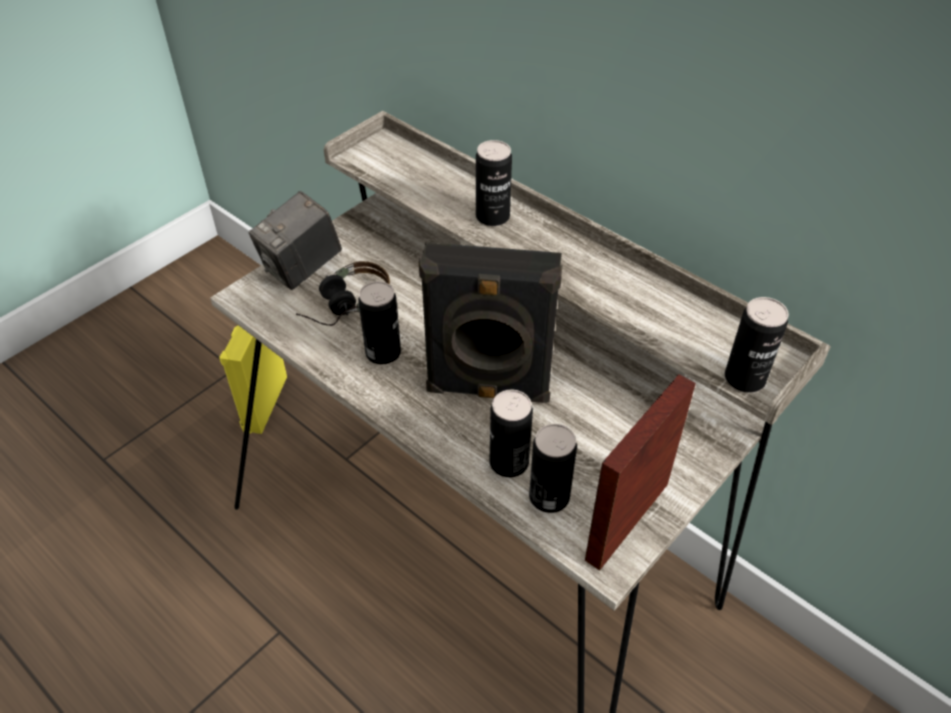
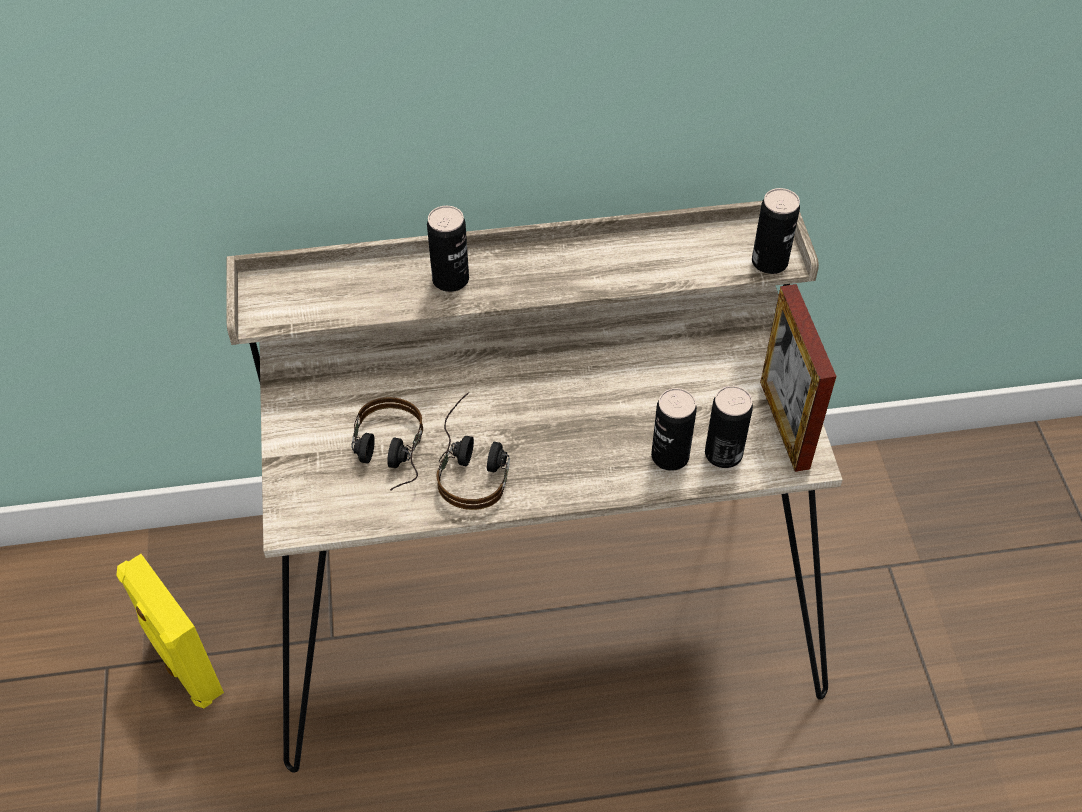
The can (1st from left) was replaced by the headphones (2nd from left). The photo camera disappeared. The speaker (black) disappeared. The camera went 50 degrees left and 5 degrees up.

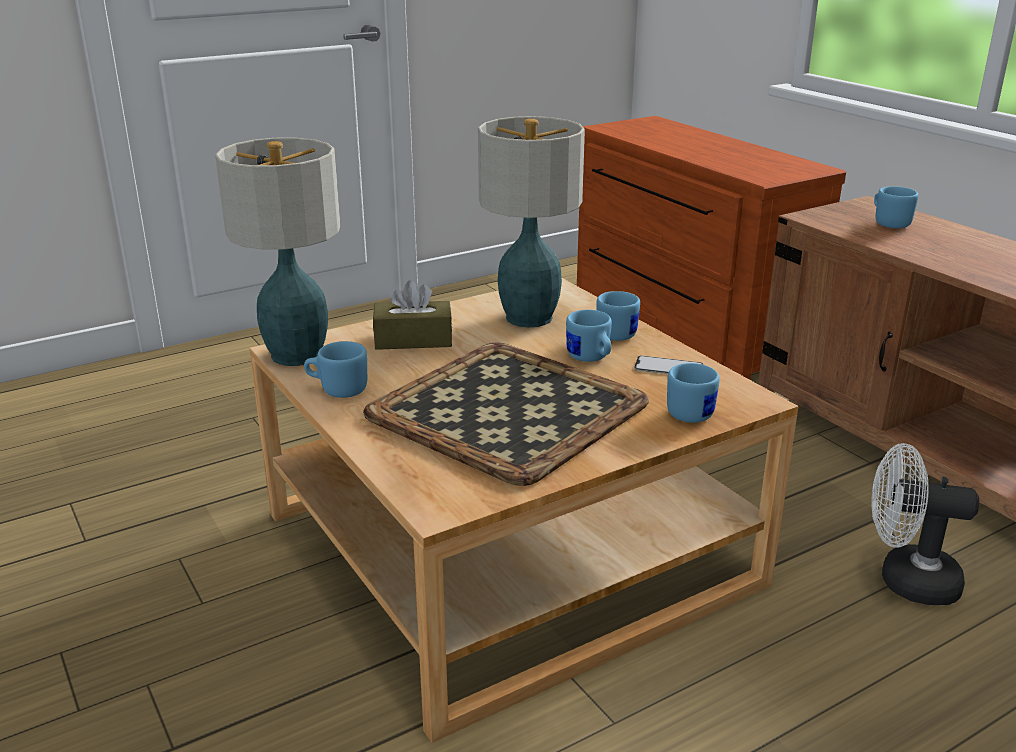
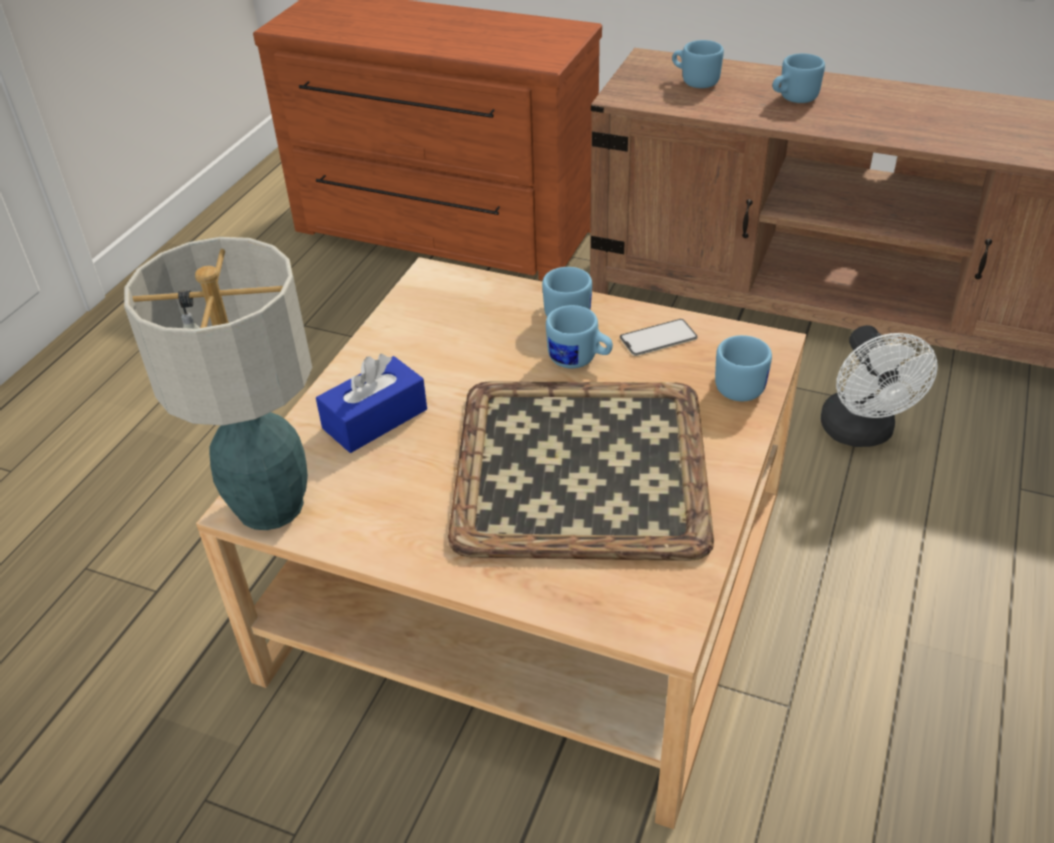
The tissue box (brown) became the tissue box (blue). The mug (blue) (1st from left in the first image) moved. The fan (white) turned 75 degrees counterclockwise. The table lamp (2nd from left) disappeared. The camera went 35 degrees left and 15 degrees up.

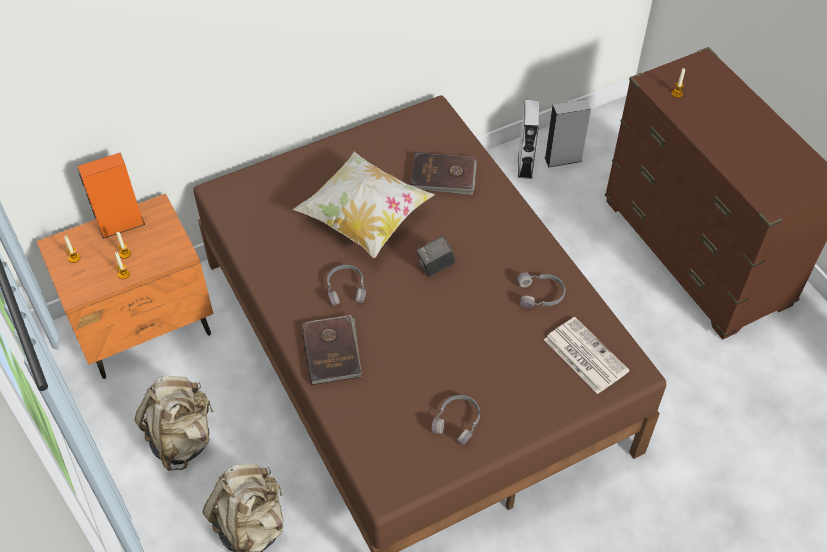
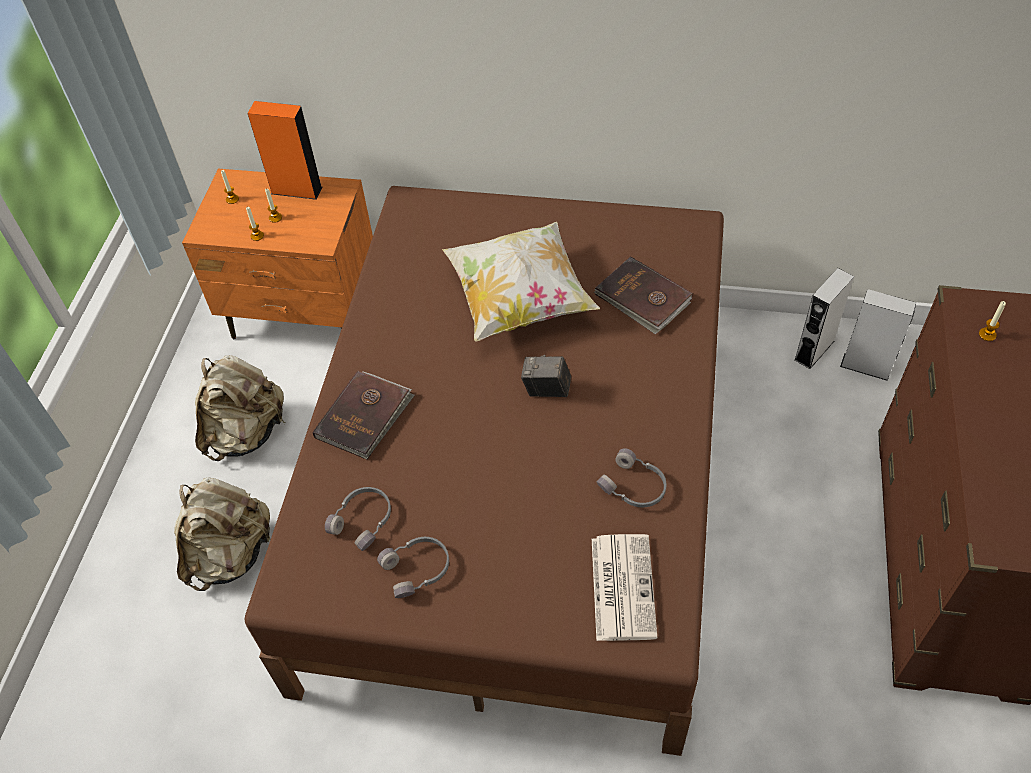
The headphones (grey) (1st from left) moved. The camera went 40 degrees right and 0 degrees up.

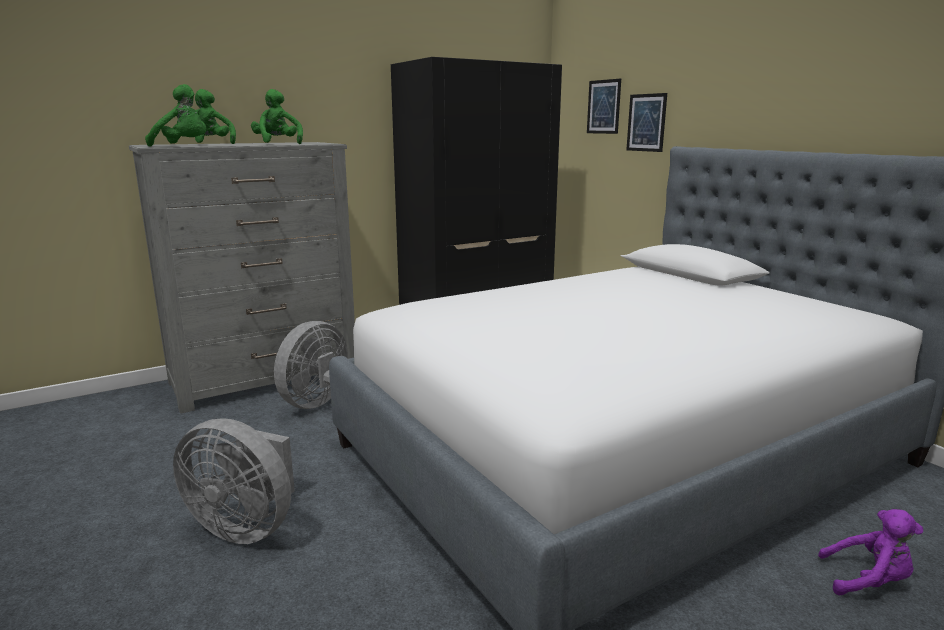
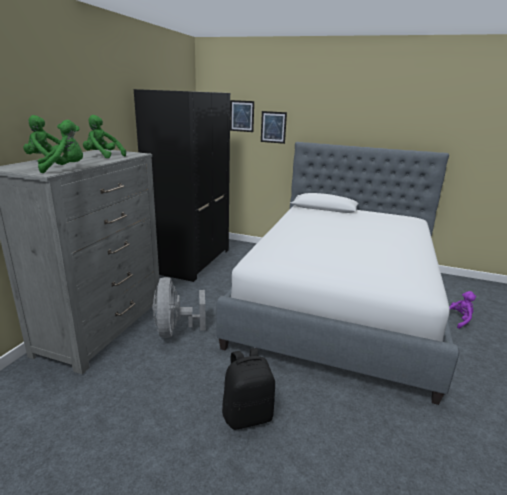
The fan (grey) (1st from left) was replaced by the backpack (black). The camera went 40 degrees left and 5 degrees up.

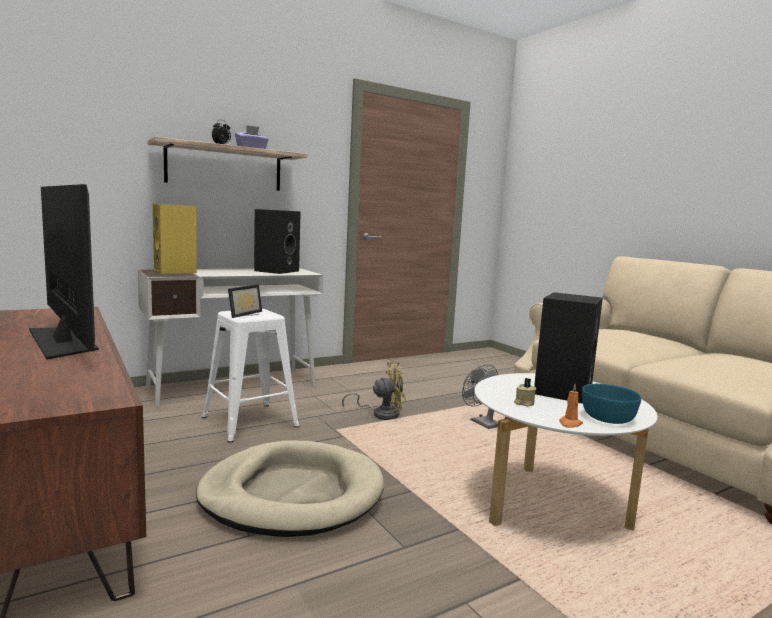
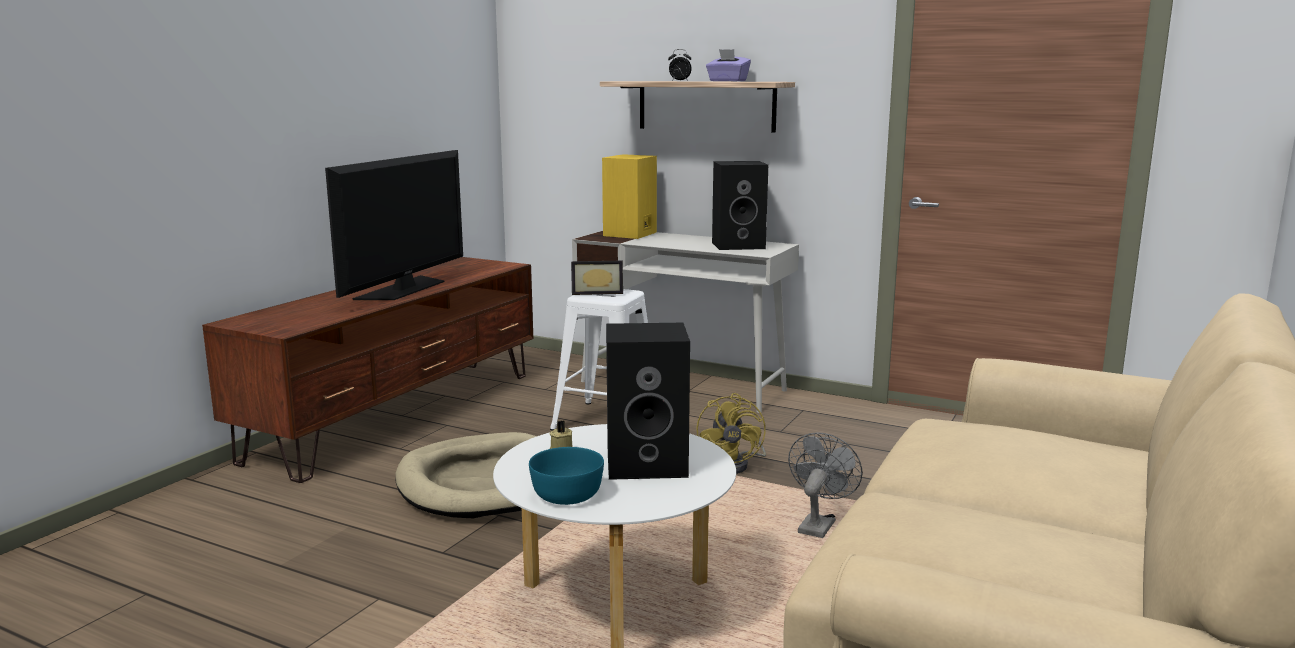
The fan (yellow) turned 45 degrees clockwise. The candle (orange) disappeared. The camera went 60 degrees right and 5 degrees up.

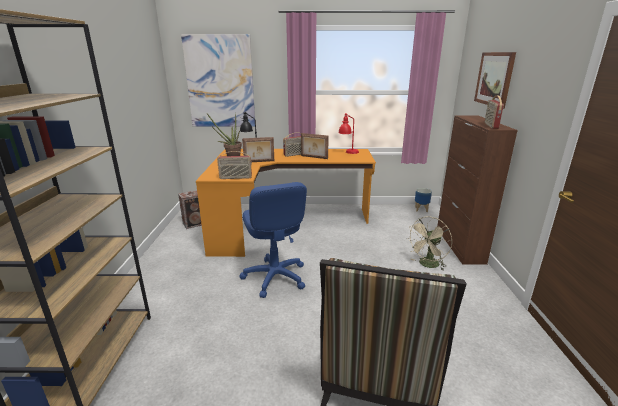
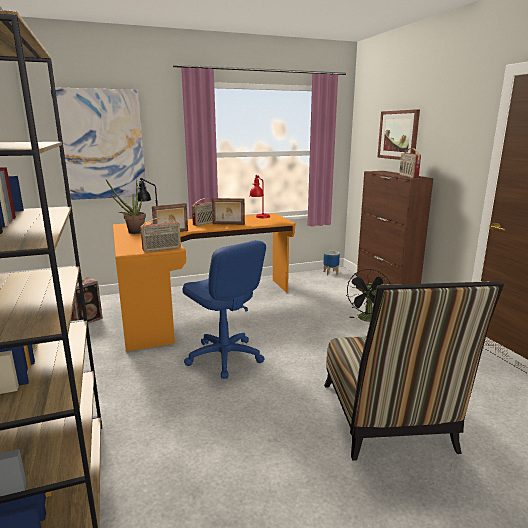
The fan (beige) became the fan (black). The camera went 20 degrees left and 5 degrees down.

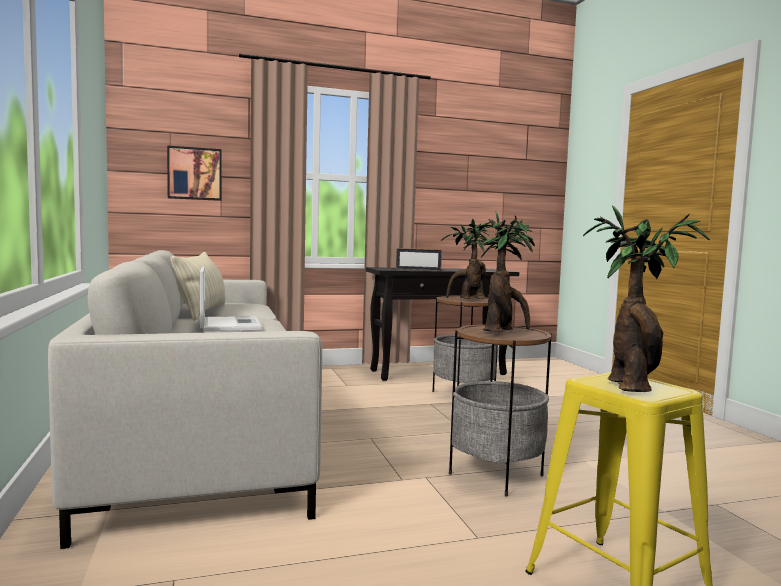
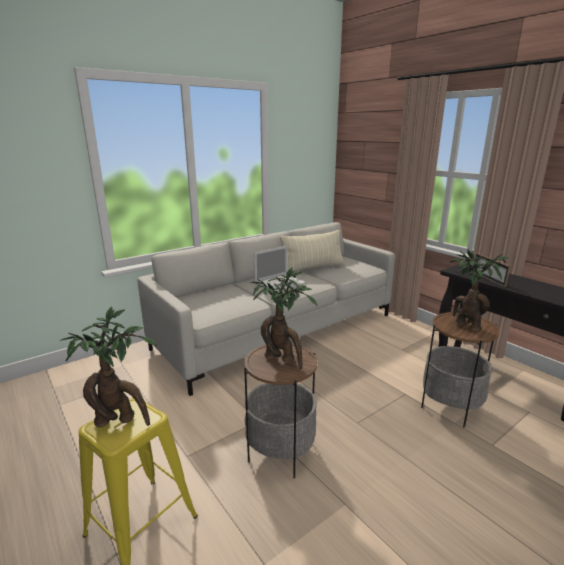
The picture disappeared. The camera went 70 degrees right and 15 degrees up.

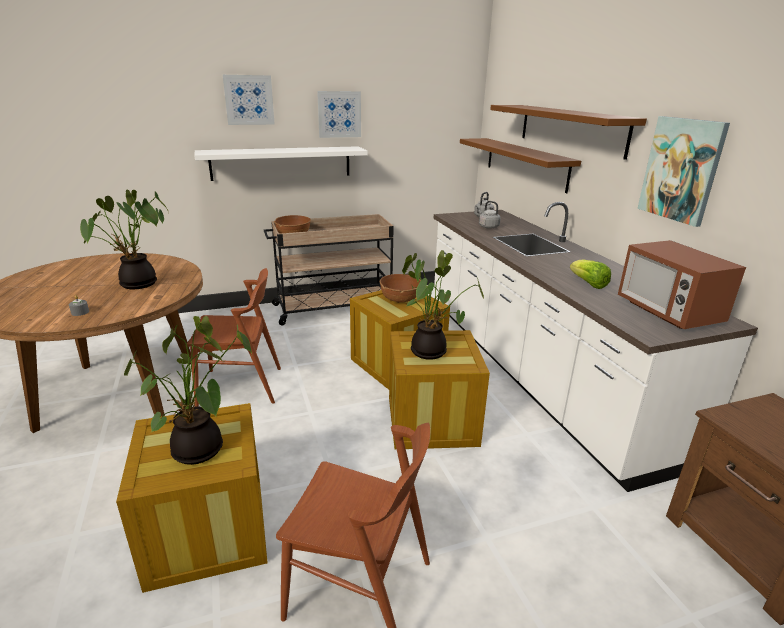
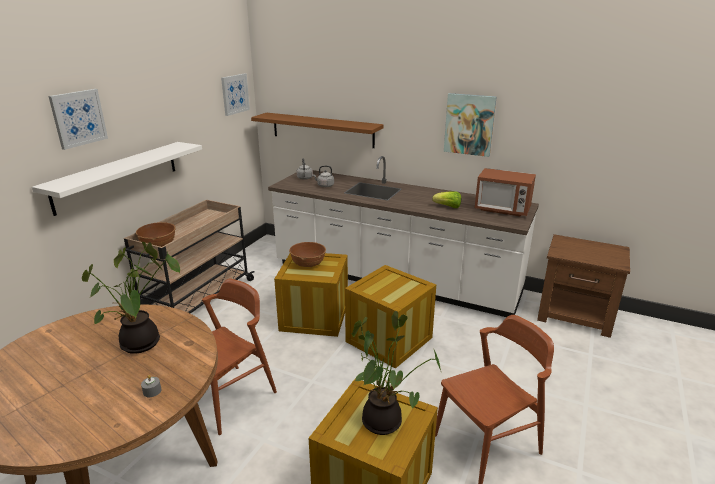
The picture (2nd from left) moved. The potted plant (3rd from left) disappeared. The shelf (brown) (2nd from left) disappeared. The camera went 45 degrees left and 0 degrees up.

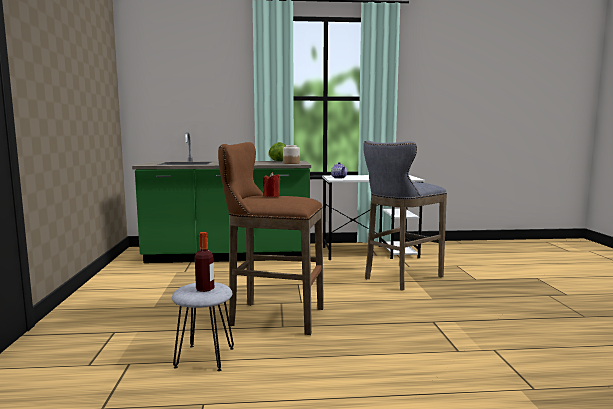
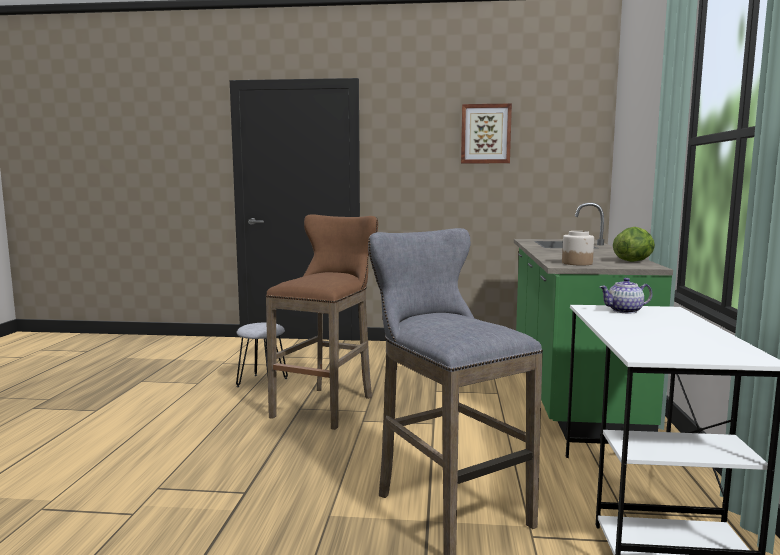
The picture appeared. The bottle disappeared. The candle (red) disappeared. The camera went 100 degrees right and 0 degrees up.

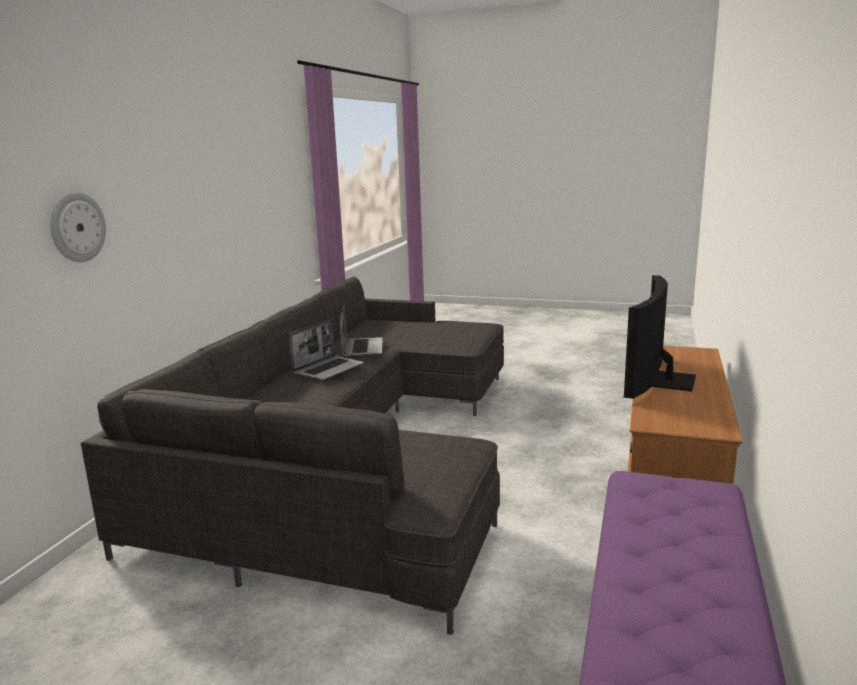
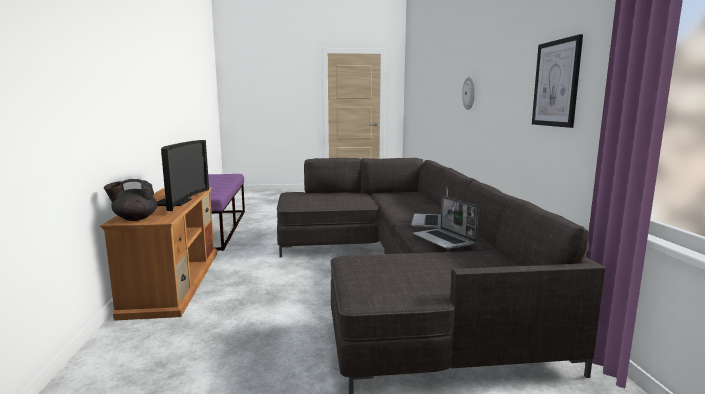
The teapot (black) appeared. The picture appeared. The camera went 155 degrees right and 5 degrees down.

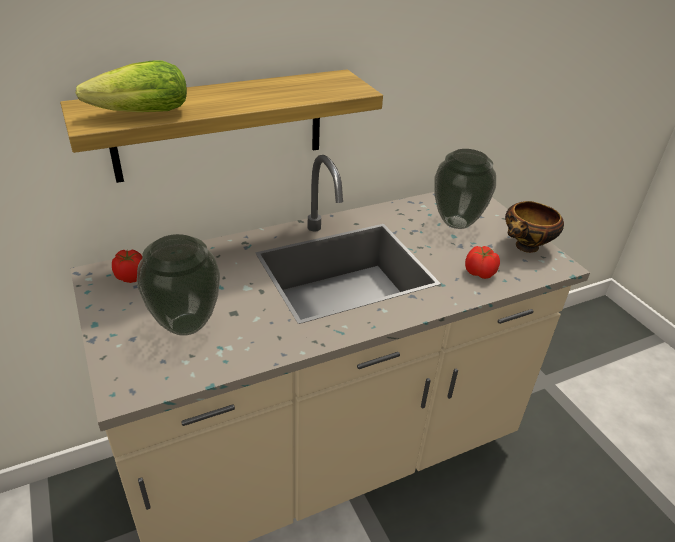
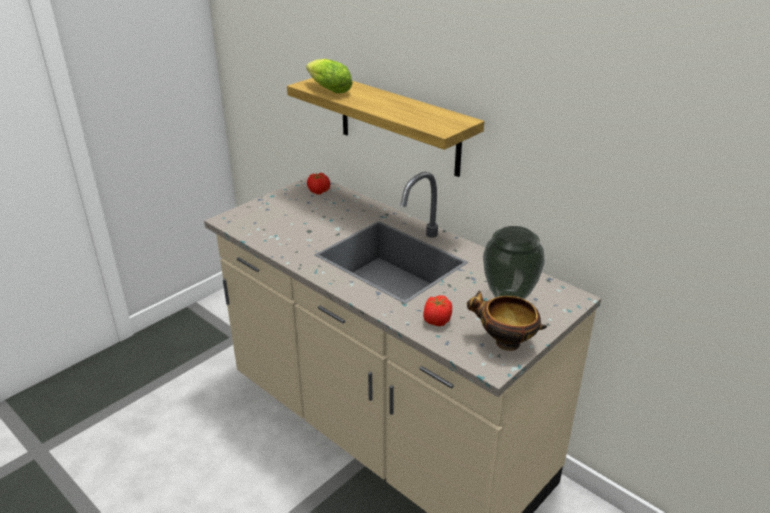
The vase (1st from left) disappeared. The camera went 70 degrees right and 5 degrees down.

